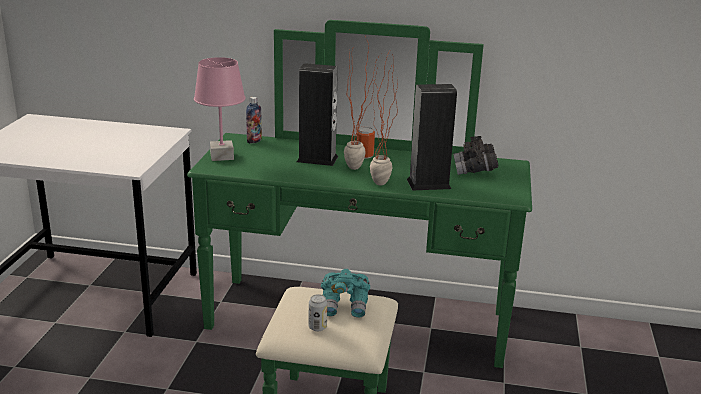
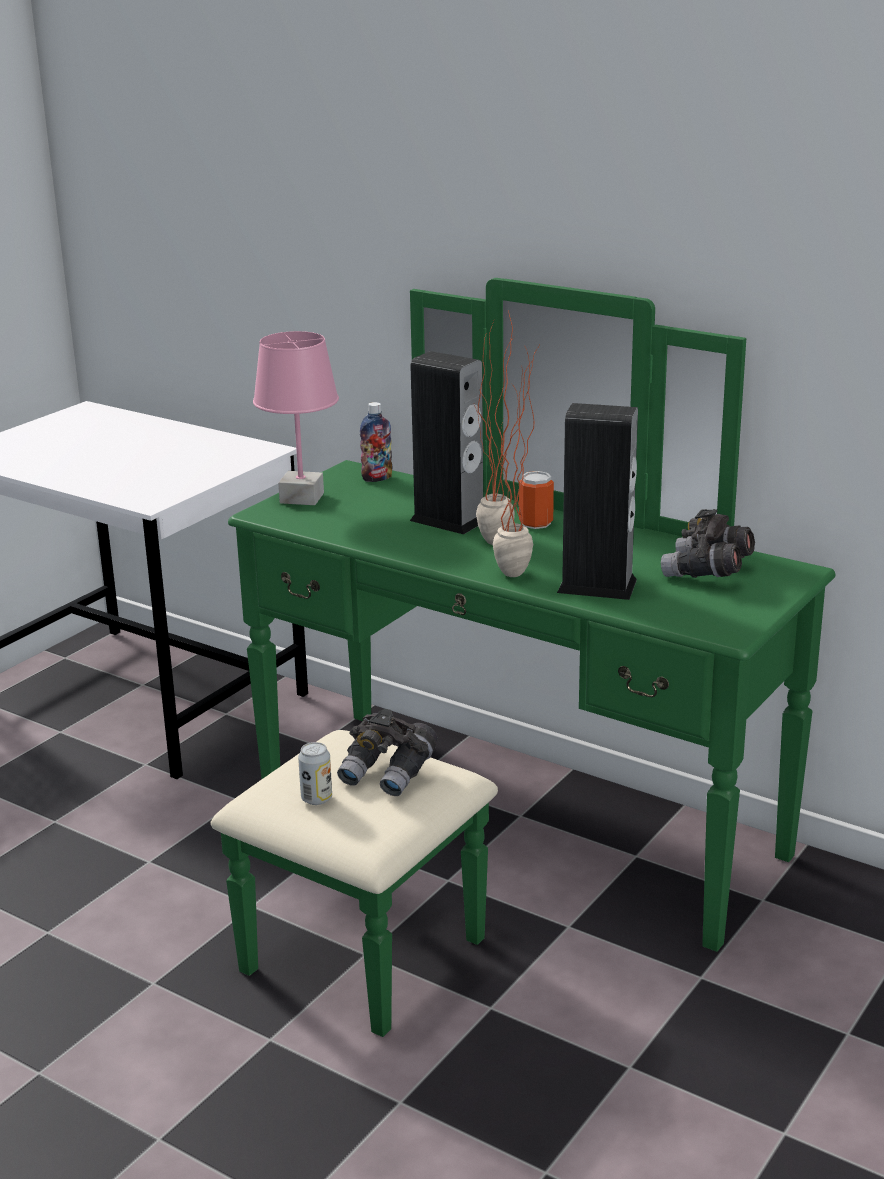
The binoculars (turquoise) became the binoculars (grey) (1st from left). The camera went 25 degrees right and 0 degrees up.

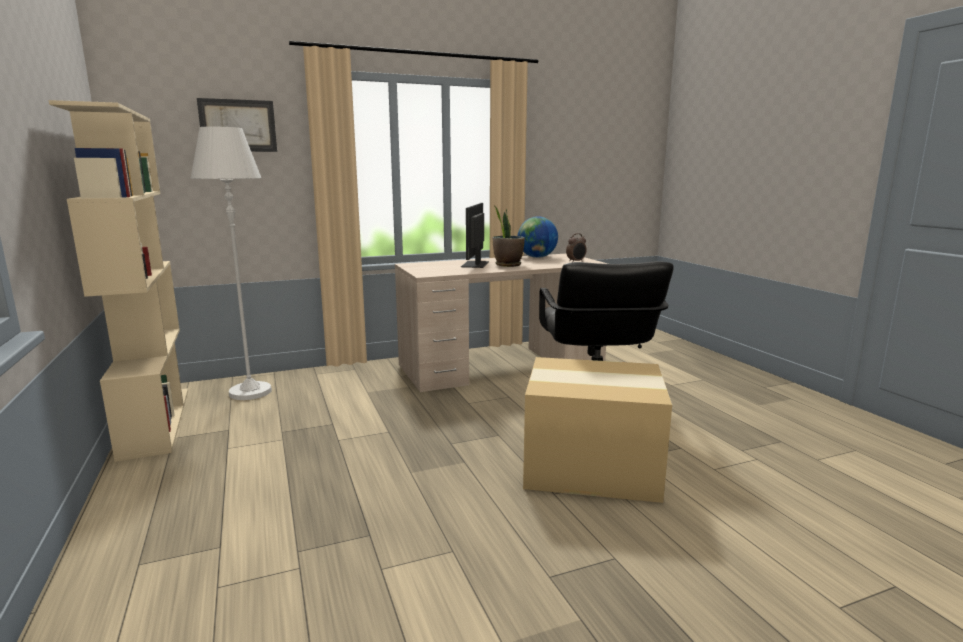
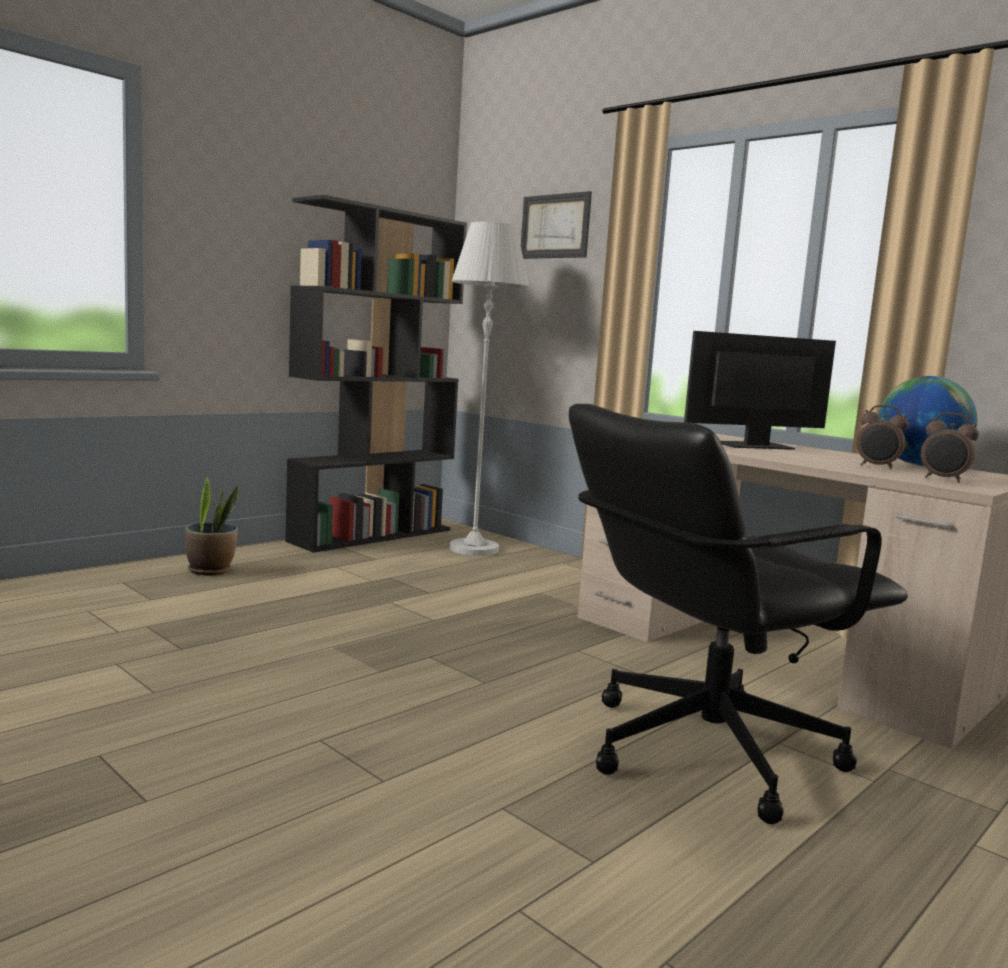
The potted plant moved. The bookcase (beige) became the bookcase (black). The alarm clock (1st from left) appeared. The cardboard box disappeared. The camera went 65 degrees right and 5 degrees down.

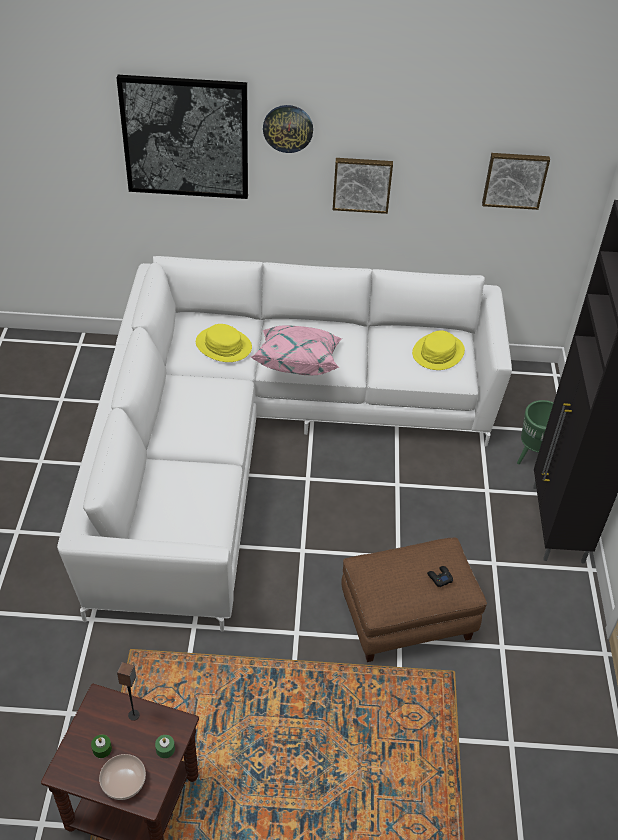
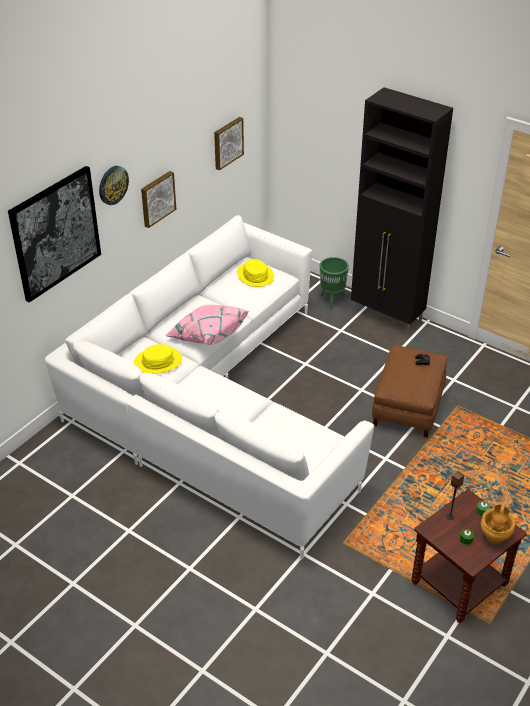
The bowl was replaced by the vase (brown). The camera went 55 degrees left and 5 degrees down.

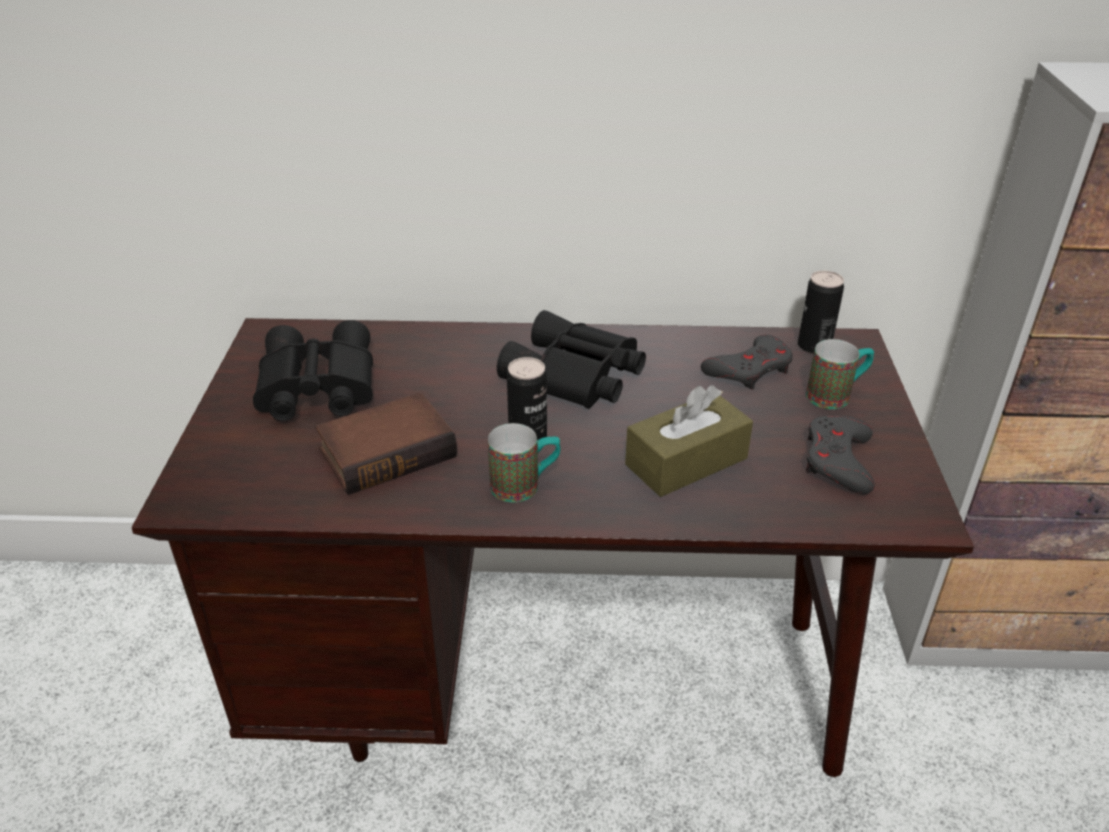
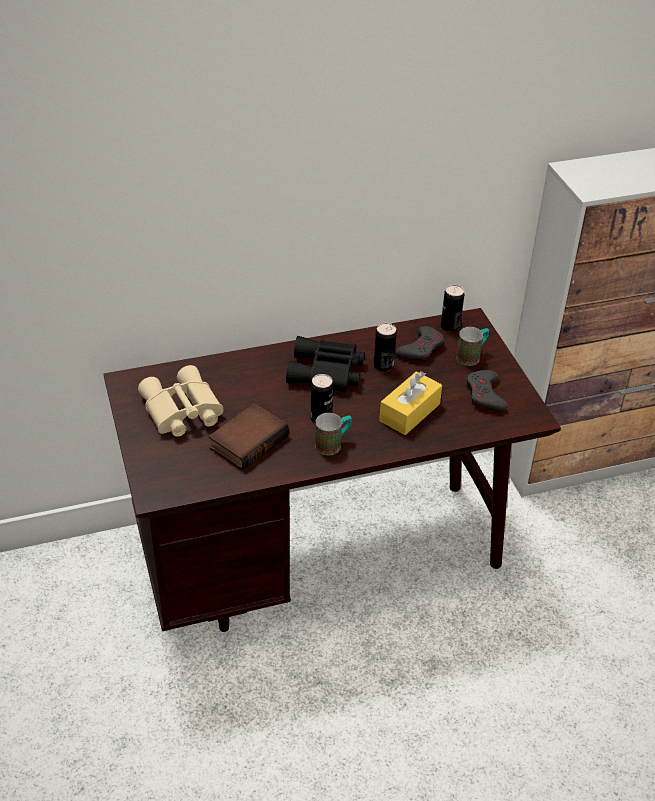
The binoculars (black) (1st from left) became the binoculars (beige). The can (2nd from left) appeared. The tissue box (brown) became the tissue box (yellow). The camera went 20 degrees left and 5 degrees up.

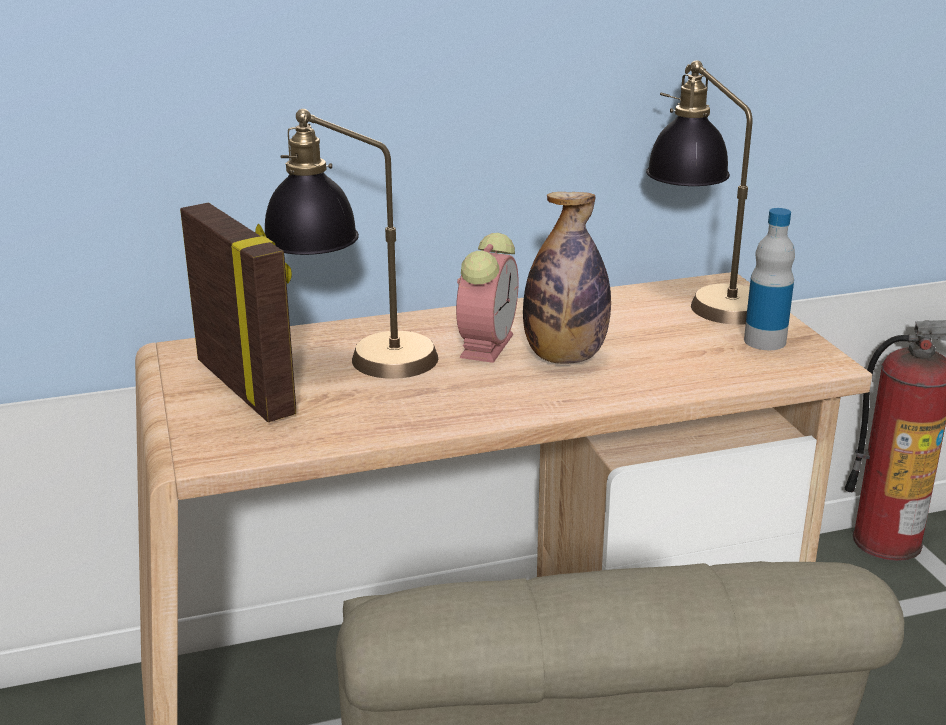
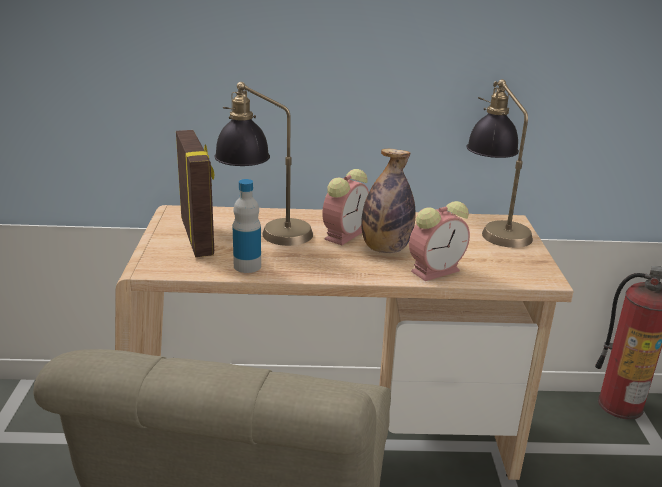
The bottle (2nd from left in the first image) moved. The alarm clock (2nd from left) appeared. The camera went 15 degrees right and 0 degrees up.

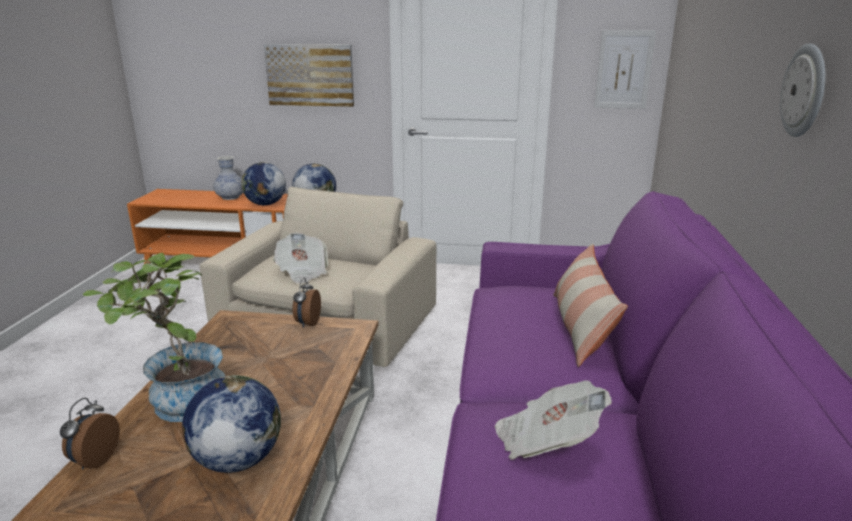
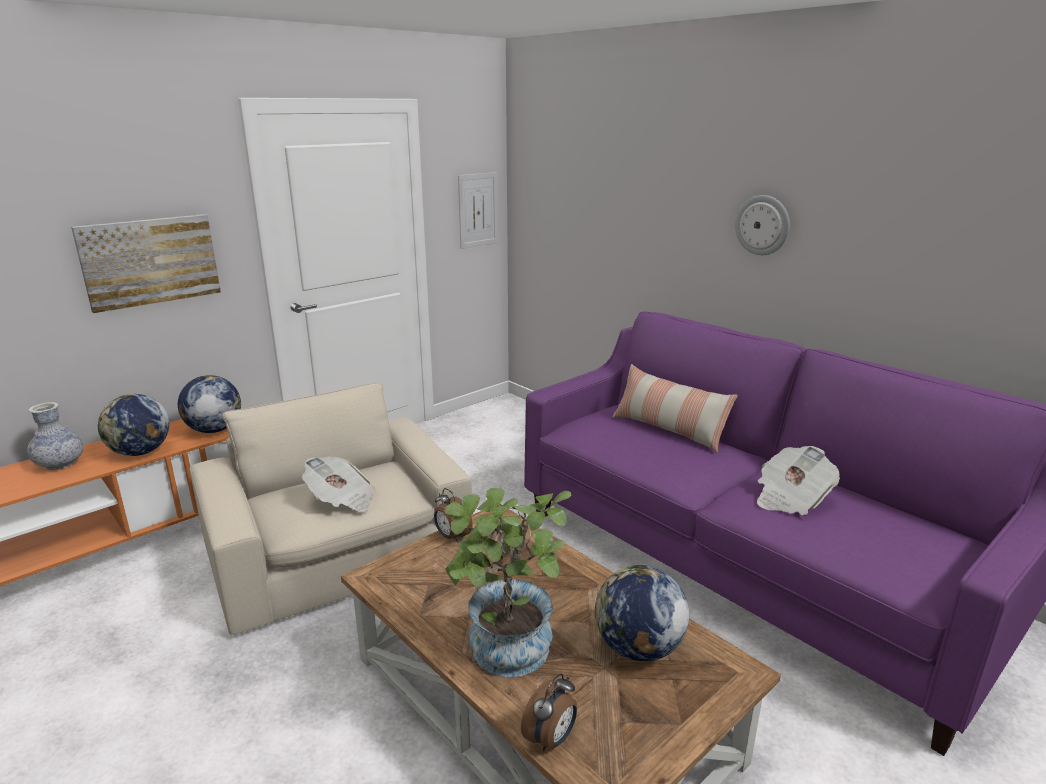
The alarm clock (1st from left in the first image) turned 105 degrees counterclockwise. The camera went 50 degrees left and 0 degrees up.

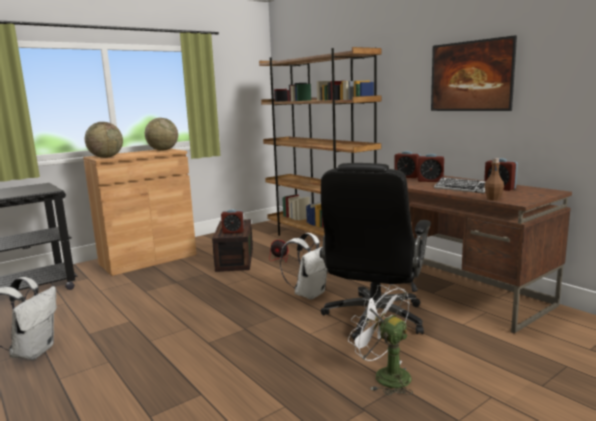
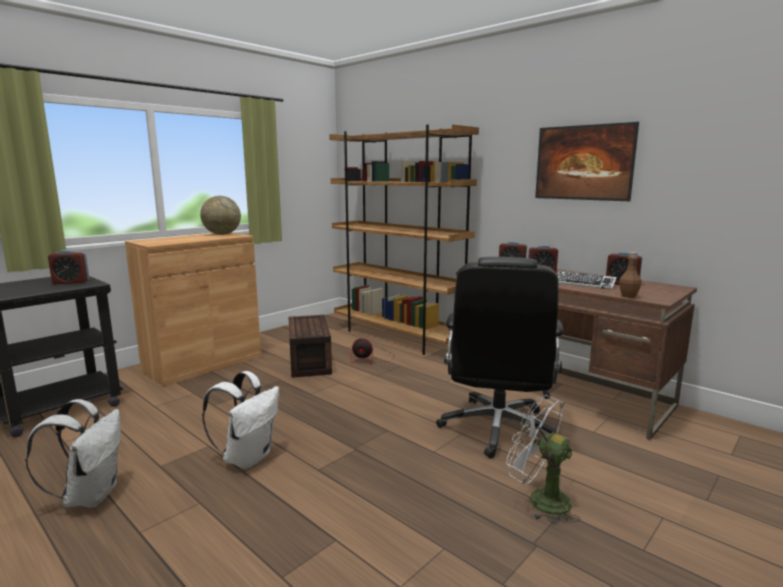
The alarm clock (1st from left) moved. The backpack (white) (2nd from left) moved. The globe (1st from left) disappeared. The camera went 10 degrees left and 0 degrees up.

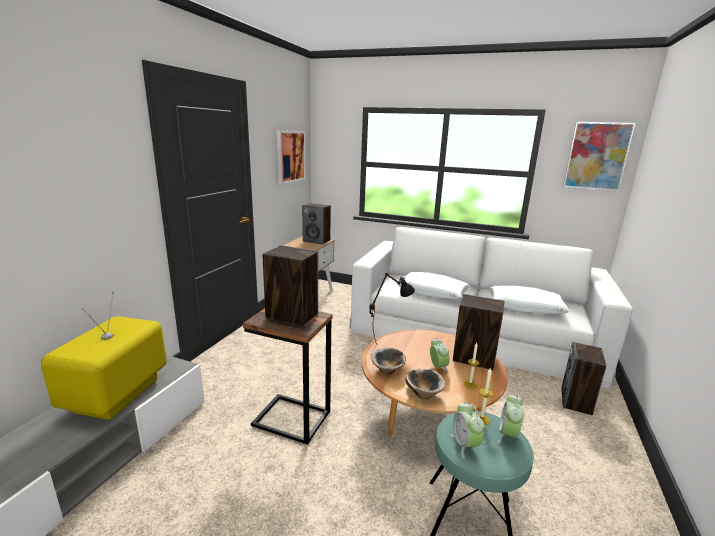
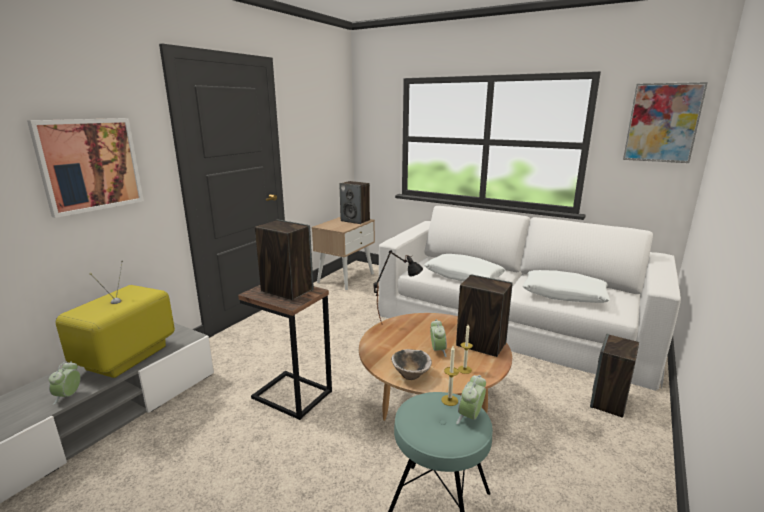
The picture (1st from left) moved. The alarm clock (2nd from left in the first image) moved. The bowl (1st from left) disappeared. The camera went 10 degrees right and 0 degrees up.

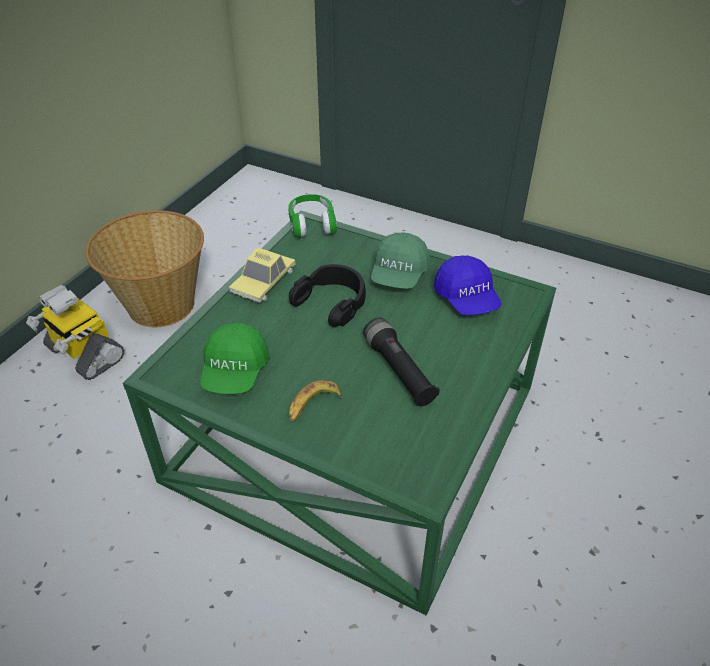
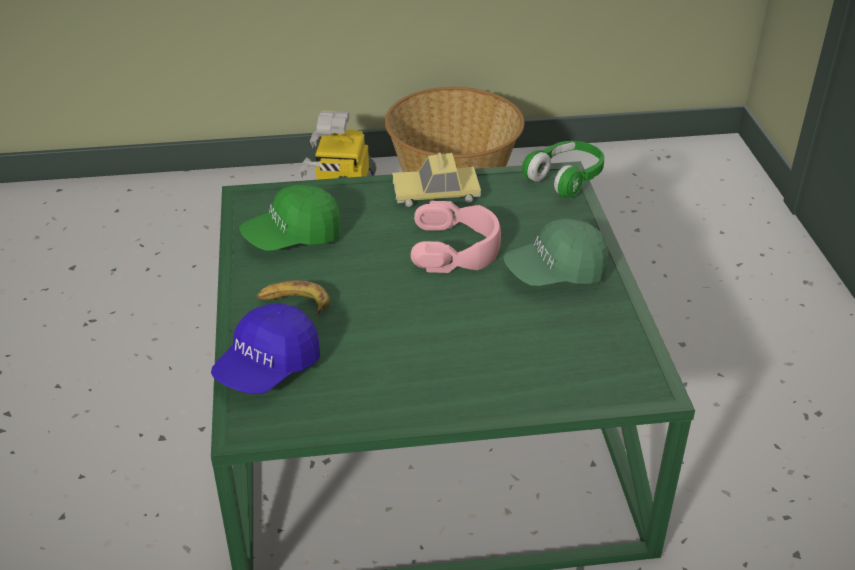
The cap (blue) moved. The headphones (black) became the headphones (pink). The flashlight (black) disappeared. The camera went 55 degrees right and 5 degrees down.

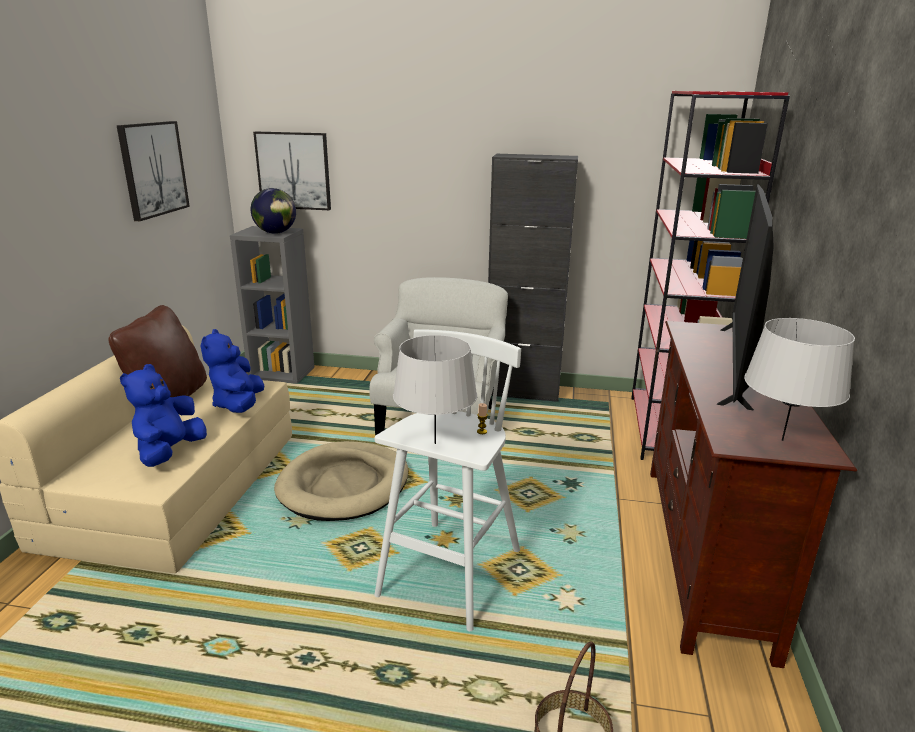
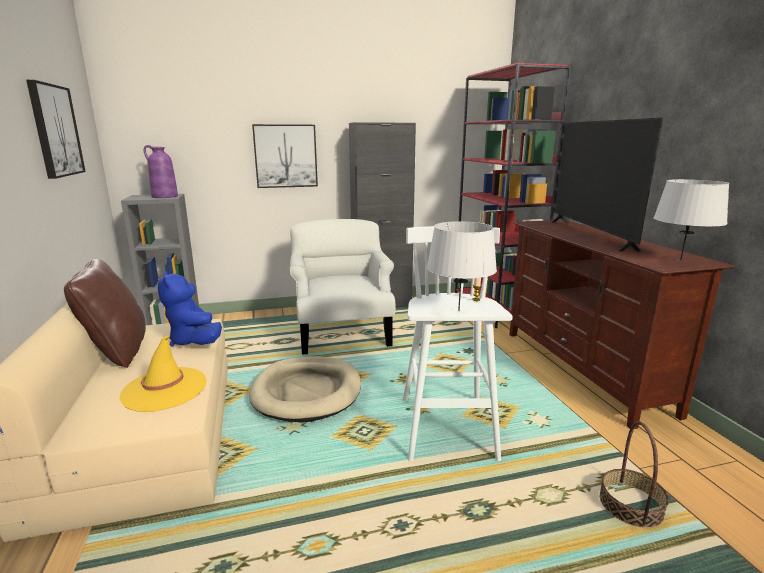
The plush toy (blue) (1st from left) was replaced by the hat (yellow). The globe was replaced by the vase (purple). The picture (2nd from left) moved. The camera went 25 degrees left and 5 degrees down.

